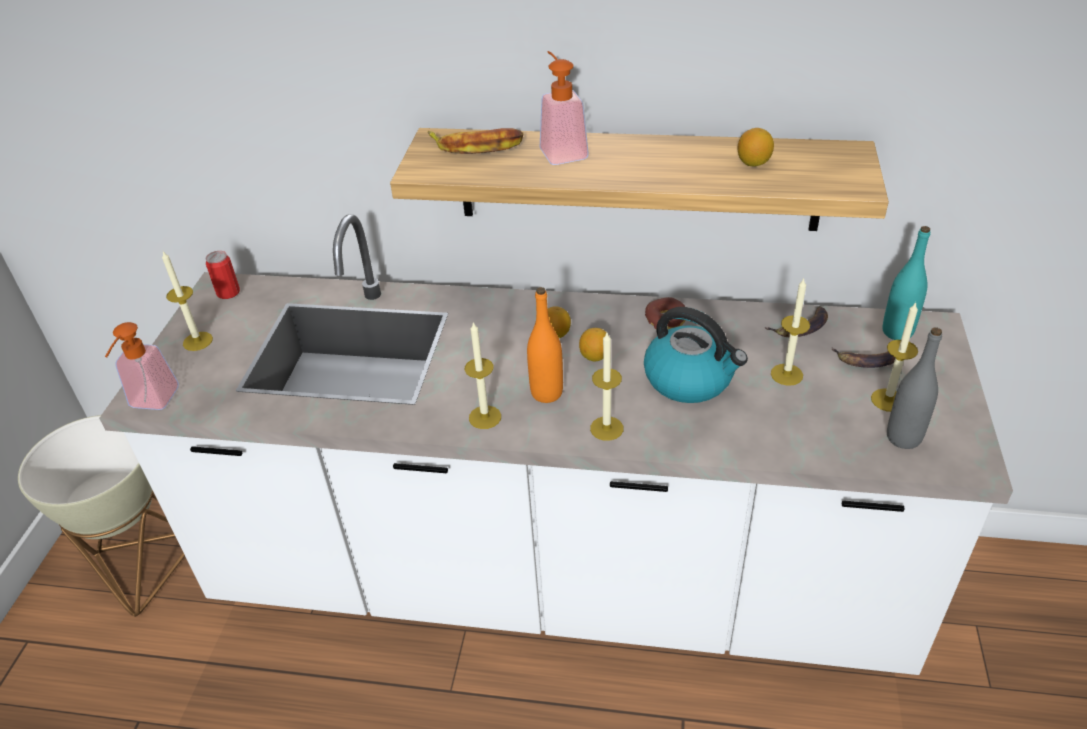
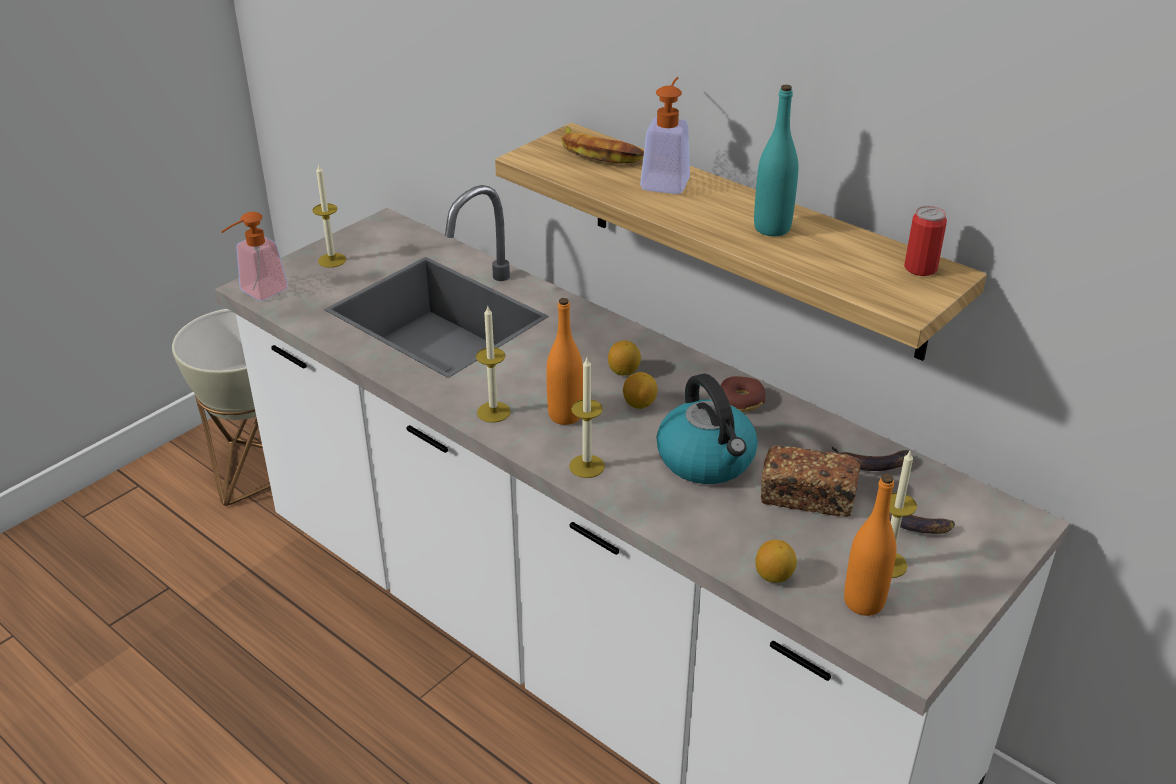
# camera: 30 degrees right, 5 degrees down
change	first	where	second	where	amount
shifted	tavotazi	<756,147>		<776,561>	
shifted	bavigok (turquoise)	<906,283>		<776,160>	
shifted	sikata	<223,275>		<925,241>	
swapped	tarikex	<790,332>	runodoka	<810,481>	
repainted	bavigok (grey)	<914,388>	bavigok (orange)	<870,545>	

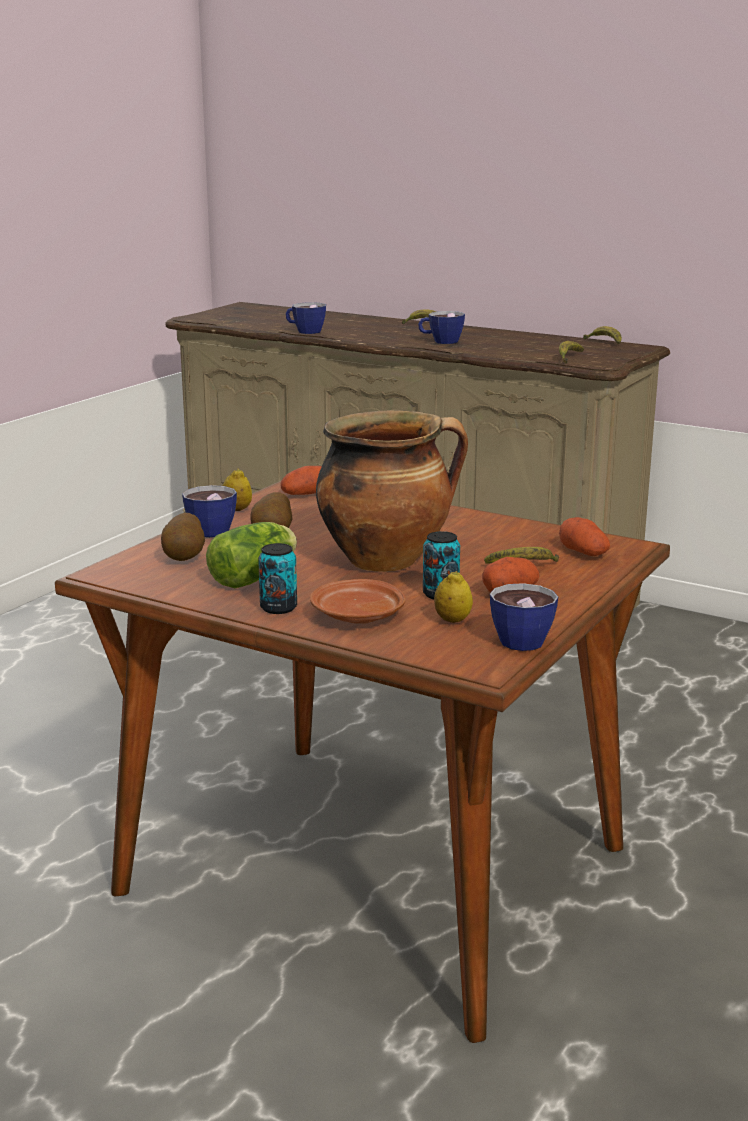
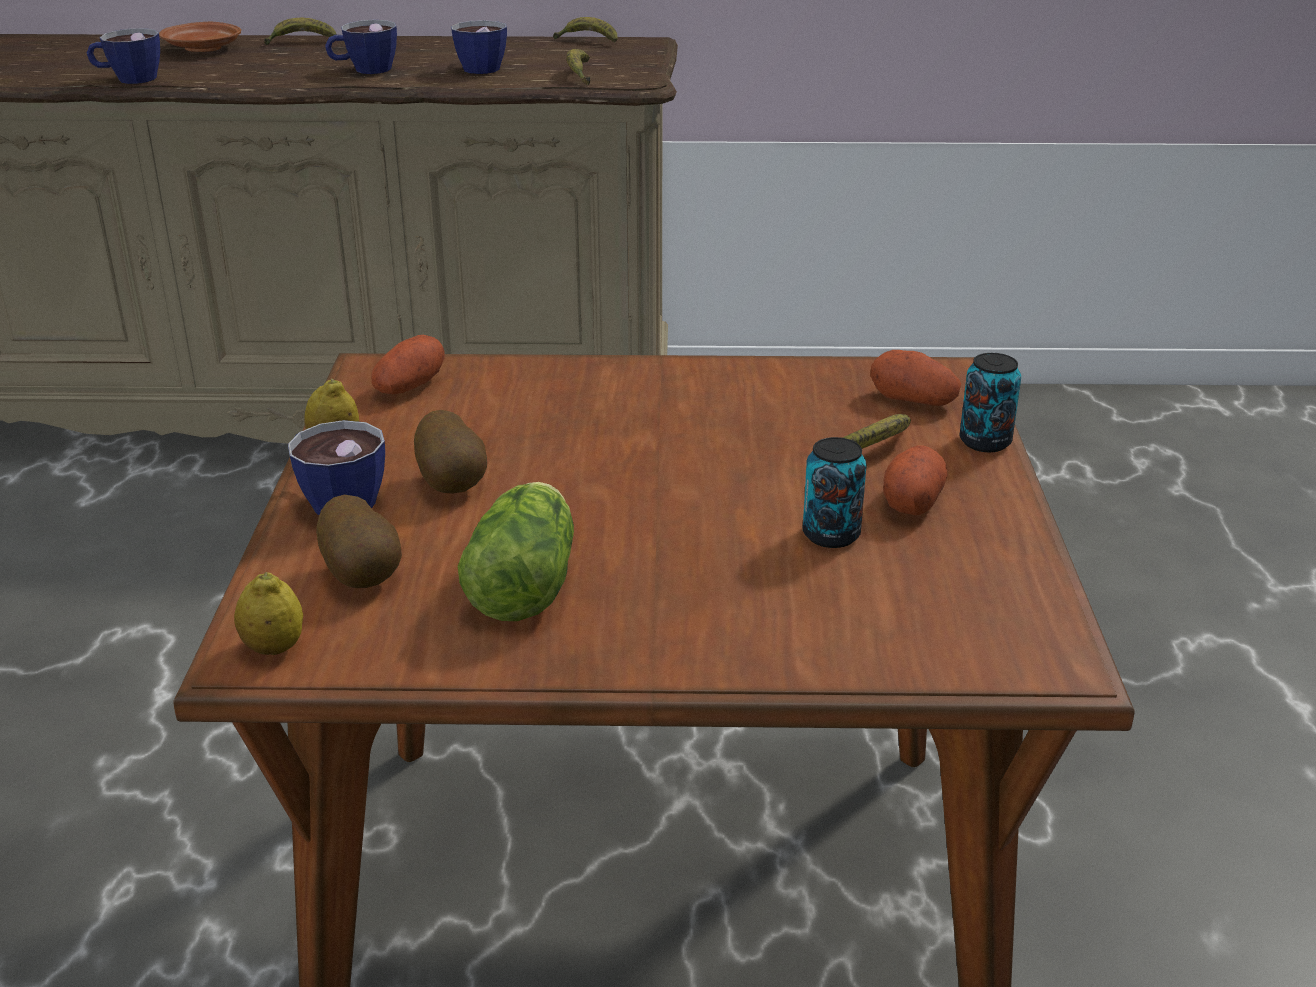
# camera: 30 degrees left, 10 degrees up
change	first	where	second	where	amount
gone	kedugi	<392,491>			
shifted	sikata	<277,578>		<990,402>	
shifted	tavotazi	<453,597>		<268,613>	
shifted	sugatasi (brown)	<358,601>		<200,37>	
shifted	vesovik	<524,617>		<479,47>	

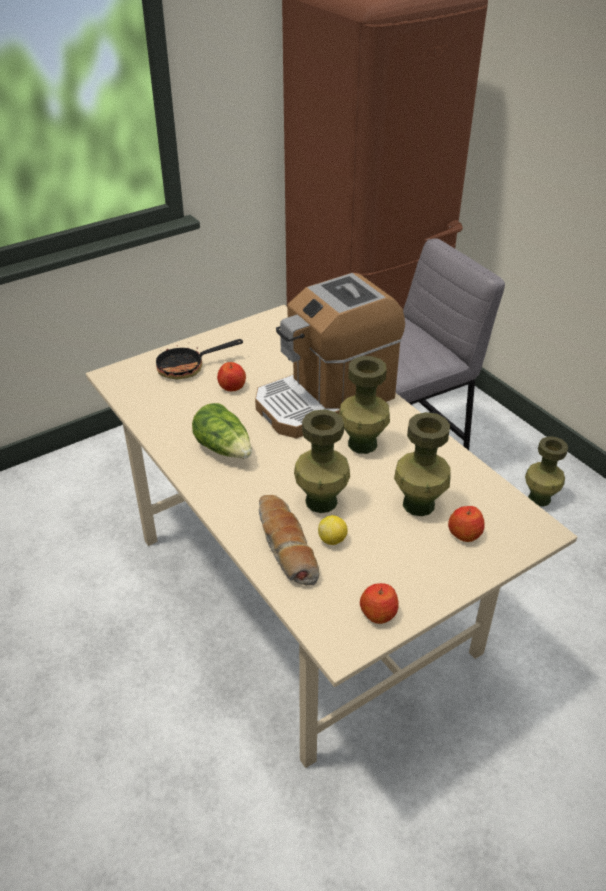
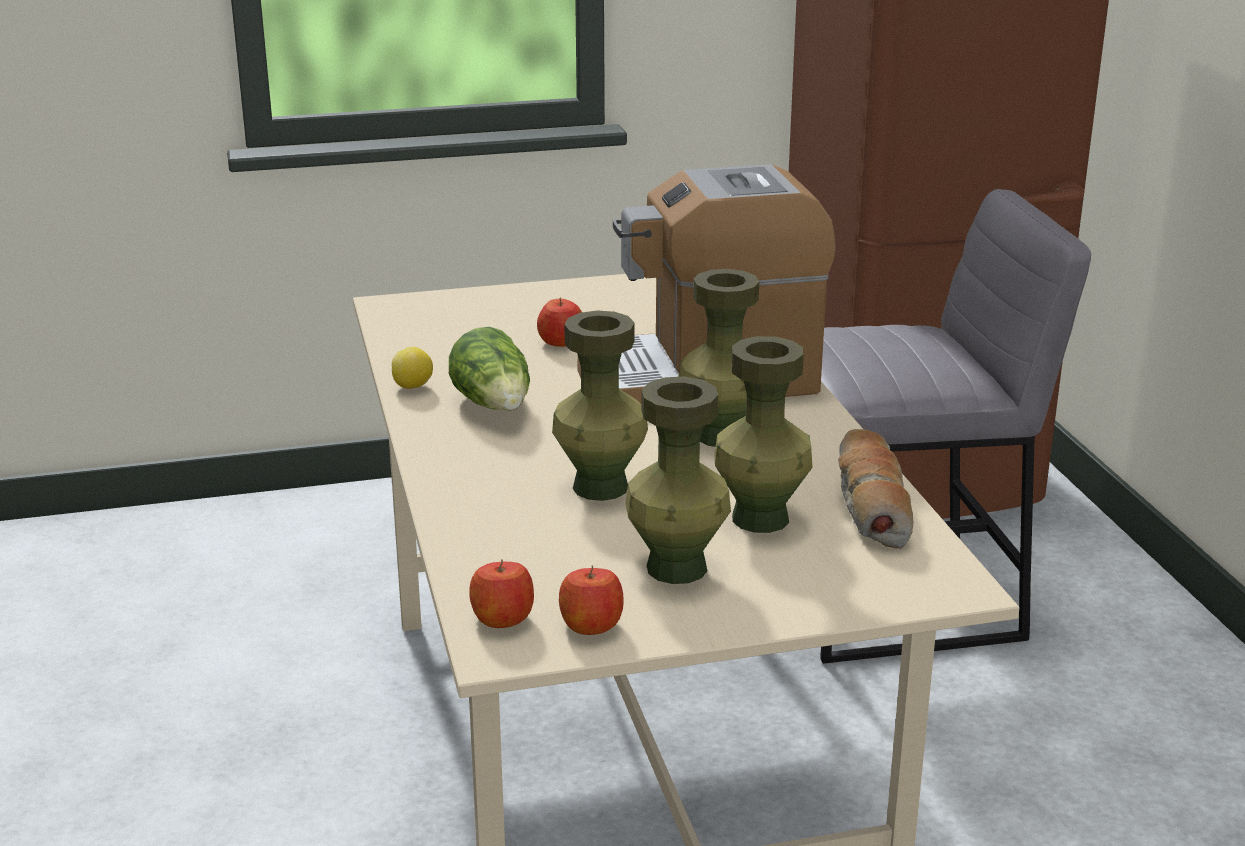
# camera: 20 degrees right, 15 degrees down
change	first	where	second	where	amount
gone	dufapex	<199,359>			
shifted	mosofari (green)	<546,471>		<678,480>	
shifted	runodoka	<289,540>		<876,489>	
shifted	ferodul	<466,524>		<501,593>	
shifted	tavotazi	<333,530>		<412,368>	

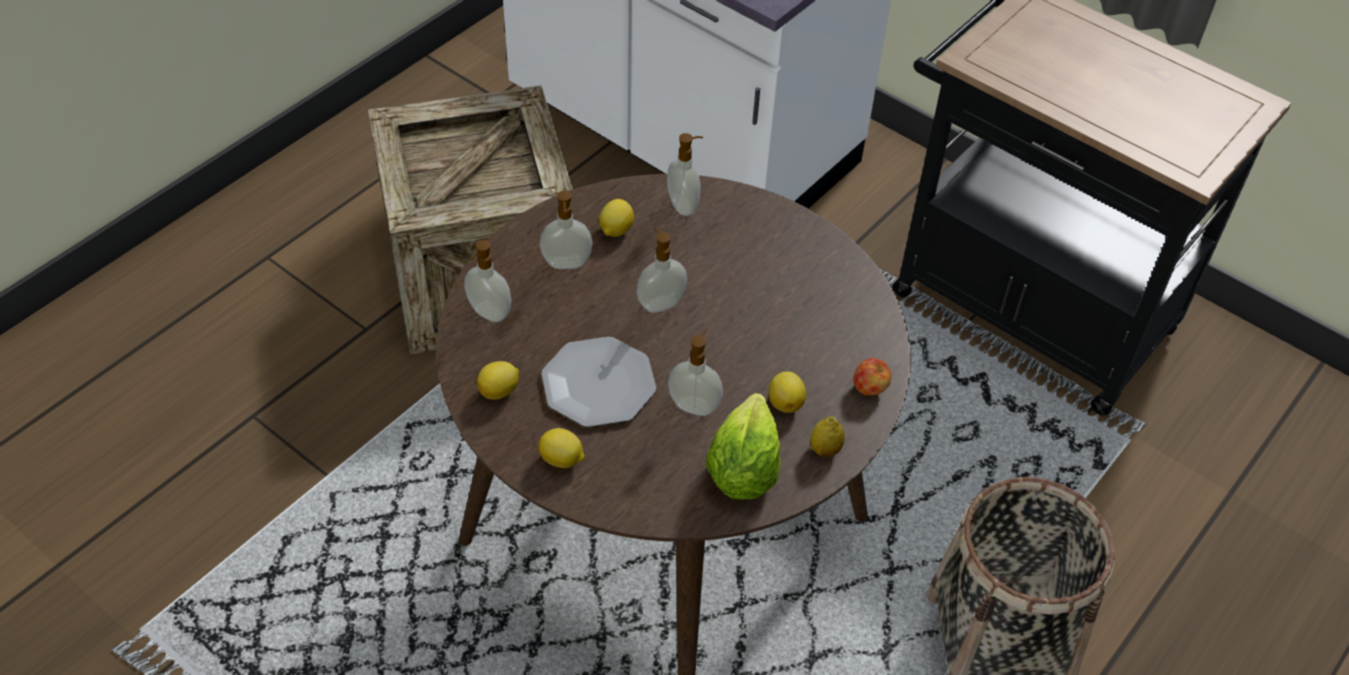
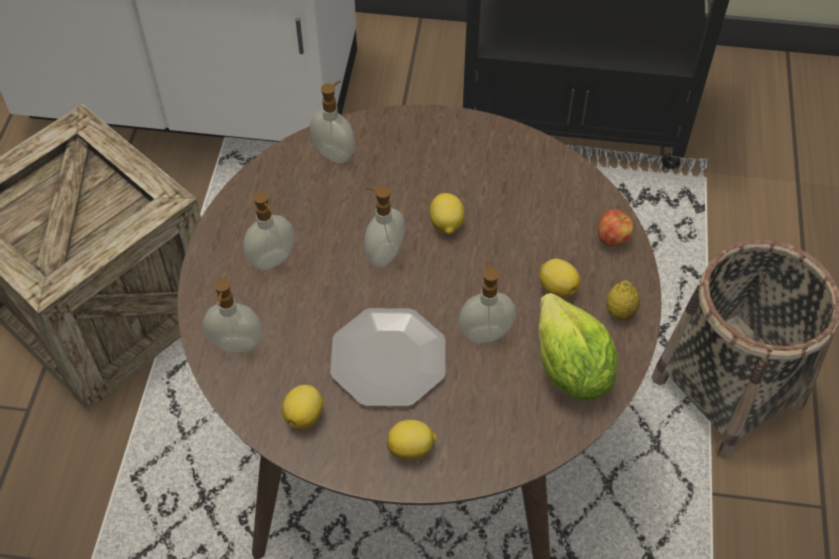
# camera: 30 degrees left, 5 degrees up
change	first	where	second	where	amount
shifted	tavotazi	<616,218>		<447,214>	

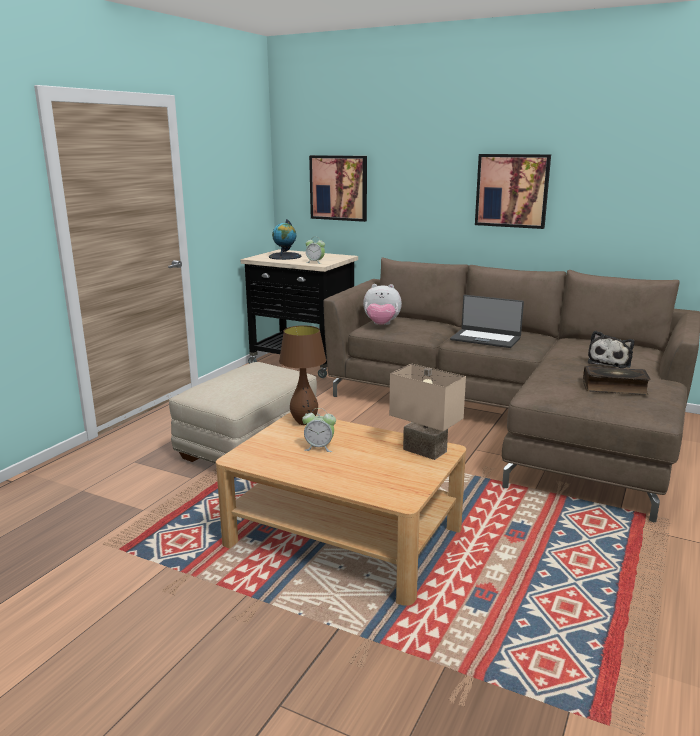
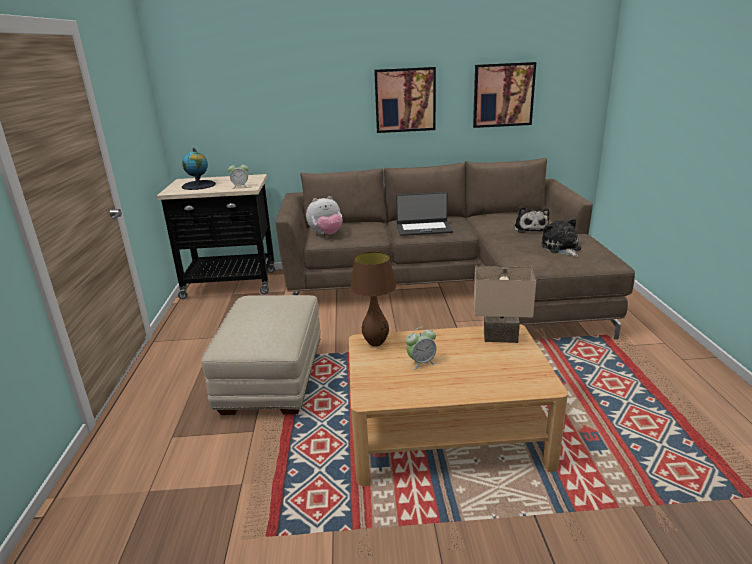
# camera: 30 degrees left, 5 degrees up
change	first	where	second	where	amount
shifted	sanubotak	<338,188>		<504,95>	
swapped	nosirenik	<617,380>	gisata	<561,237>	

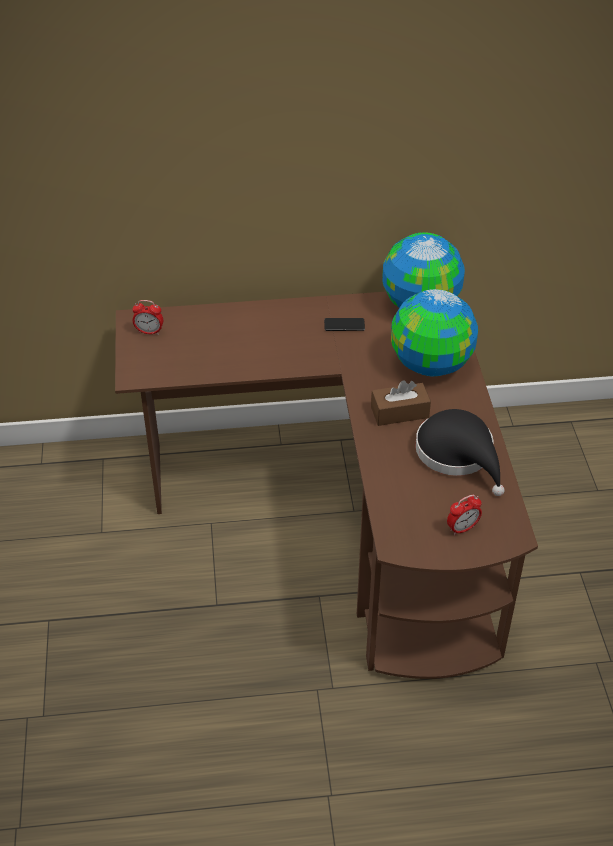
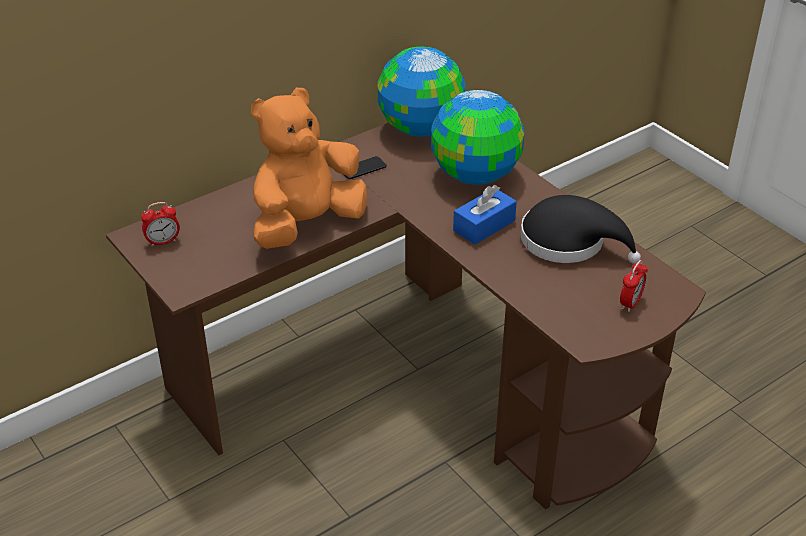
# camera: 30 degrees left, 5 degrees down
change	first	where	second	where	amount
repainted	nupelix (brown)	<401,403>	nupelix (blue)	<485,215>	
new			gisata (orange)	<309,168>	

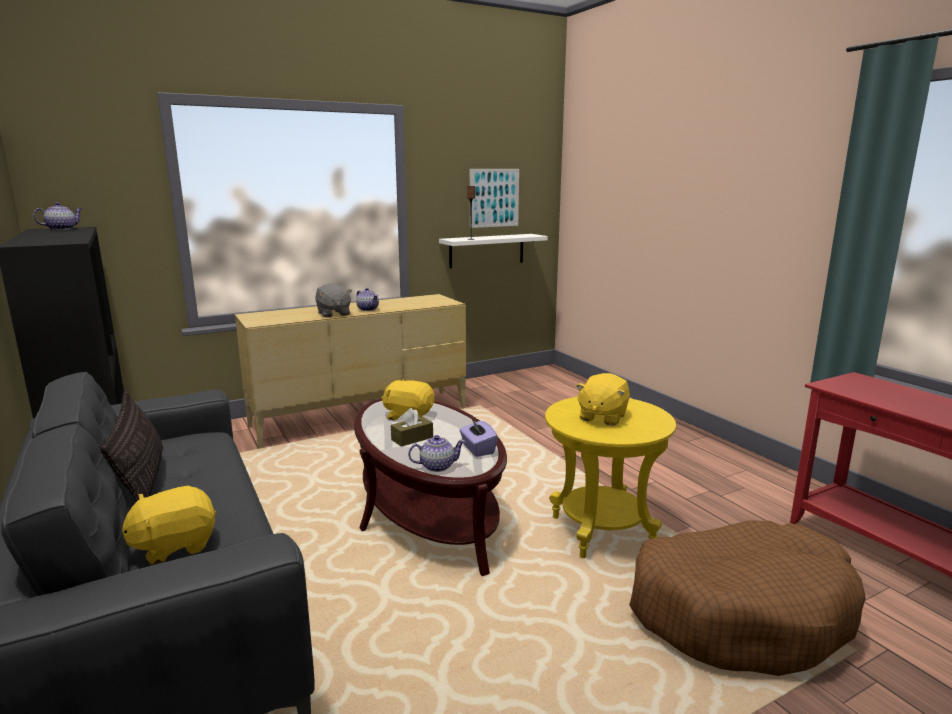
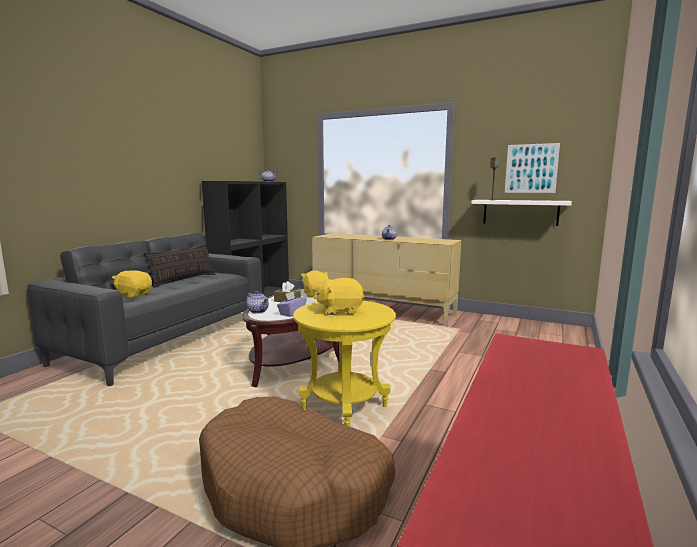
# camera: 55 degrees right, 5 degrees down
change	first	where	second	where	amount
gone	gisata (grey)	<333,300>			

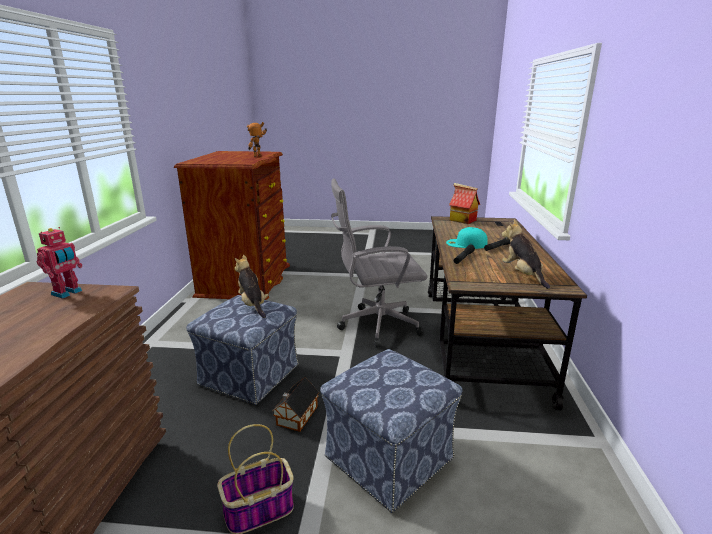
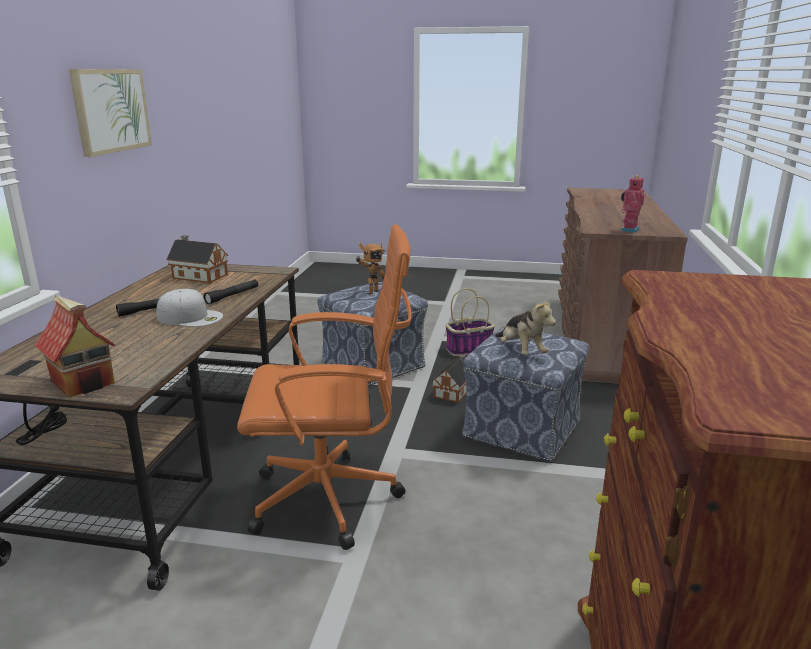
# camera: 175 degrees left, 0 degrees up
change	first	where	second	where	amount
shifted	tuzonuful	<257,139>		<370,268>	
repainted	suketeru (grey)	<379,263>	suketeru (orange)	<324,387>	
swapped	gisata	<526,254>	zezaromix	<197,259>	
repainted	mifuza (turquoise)	<467,238>	mifuza (white)	<190,308>	
new			sanubotak	<110,113>	

